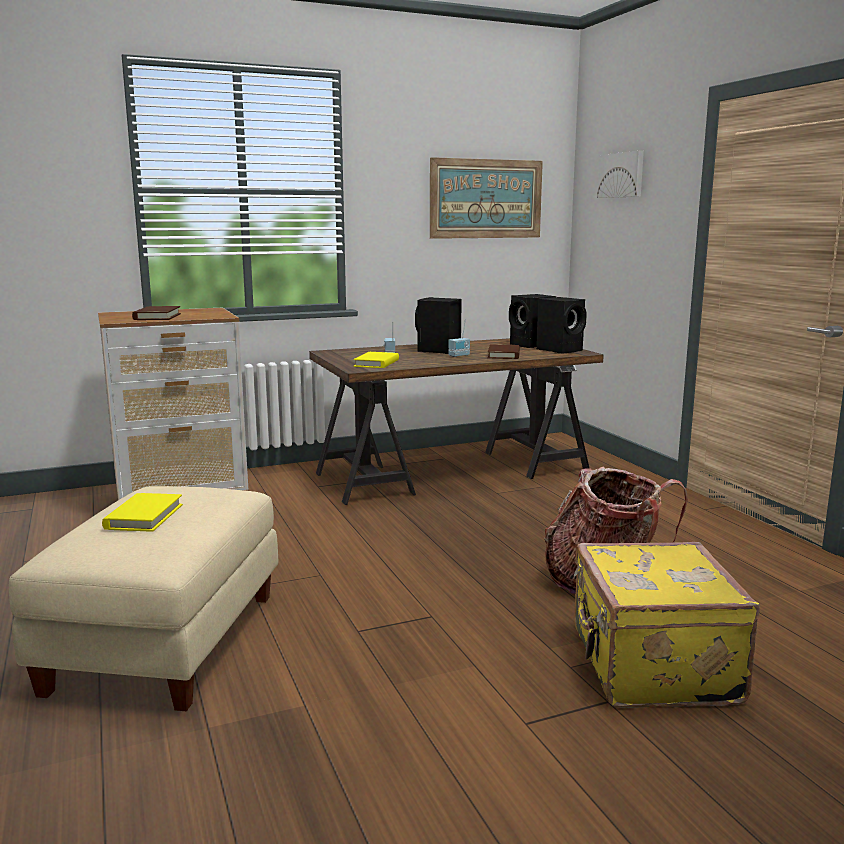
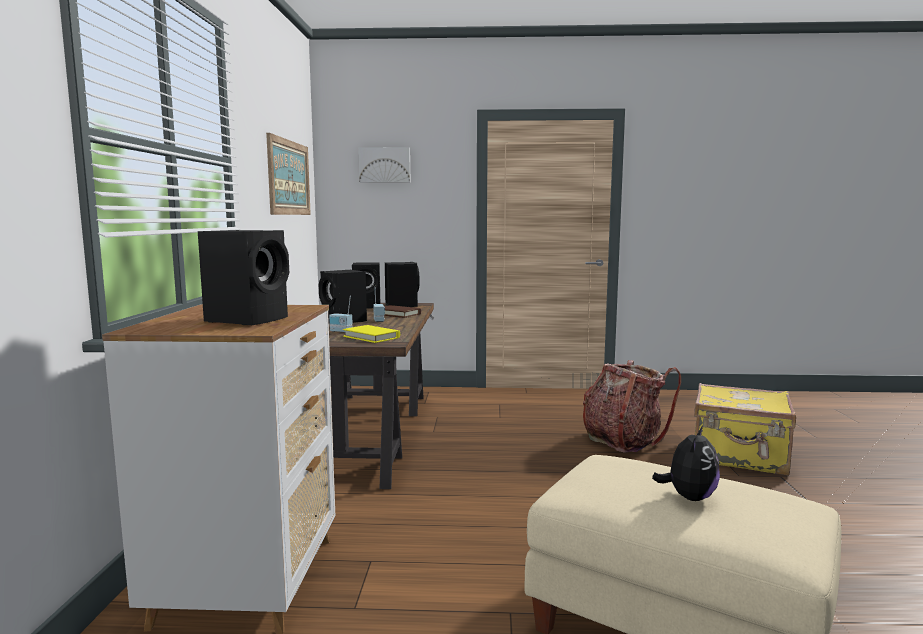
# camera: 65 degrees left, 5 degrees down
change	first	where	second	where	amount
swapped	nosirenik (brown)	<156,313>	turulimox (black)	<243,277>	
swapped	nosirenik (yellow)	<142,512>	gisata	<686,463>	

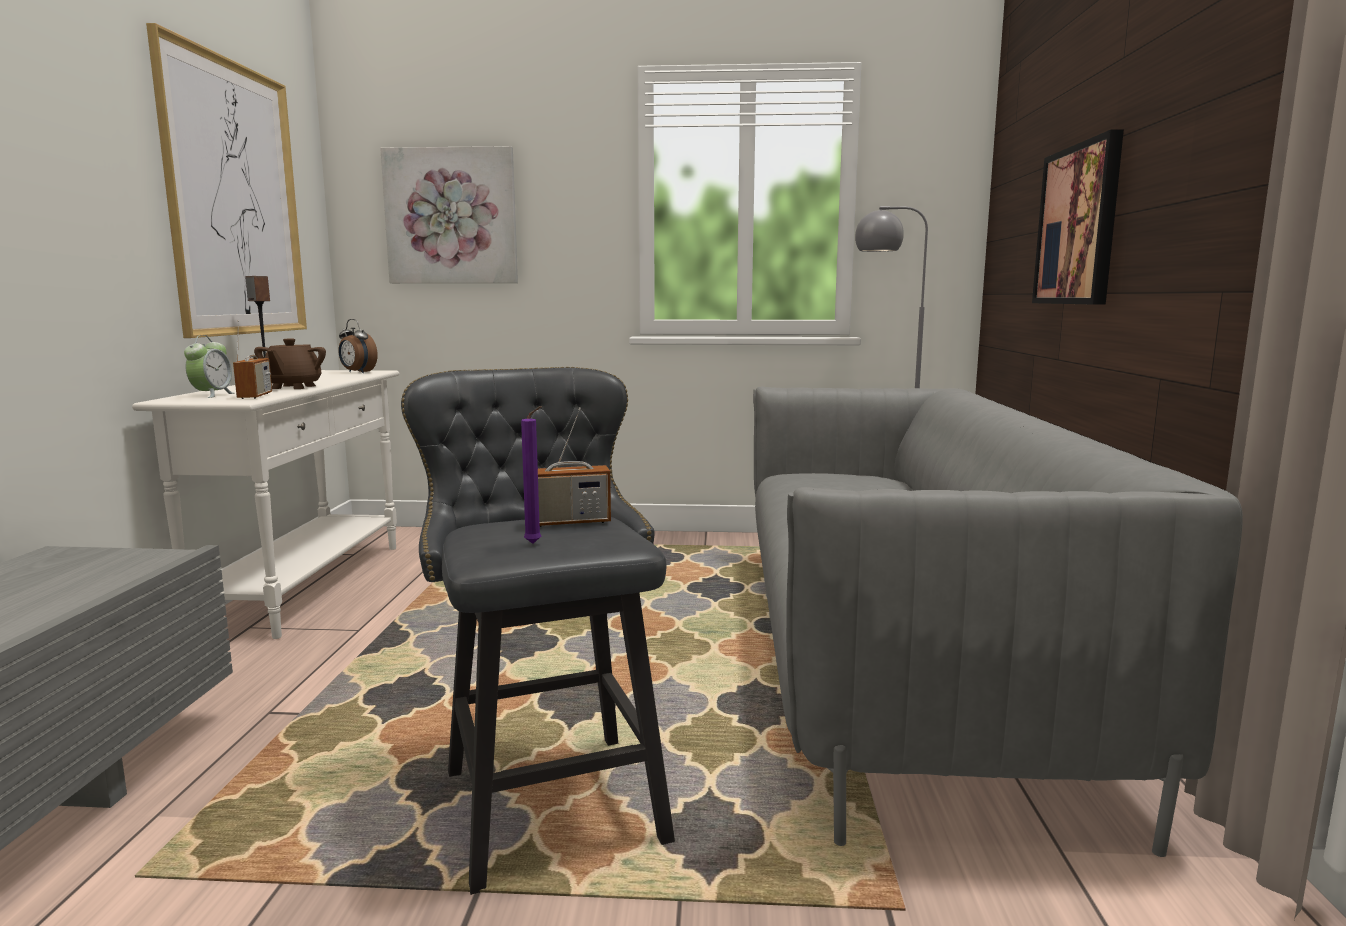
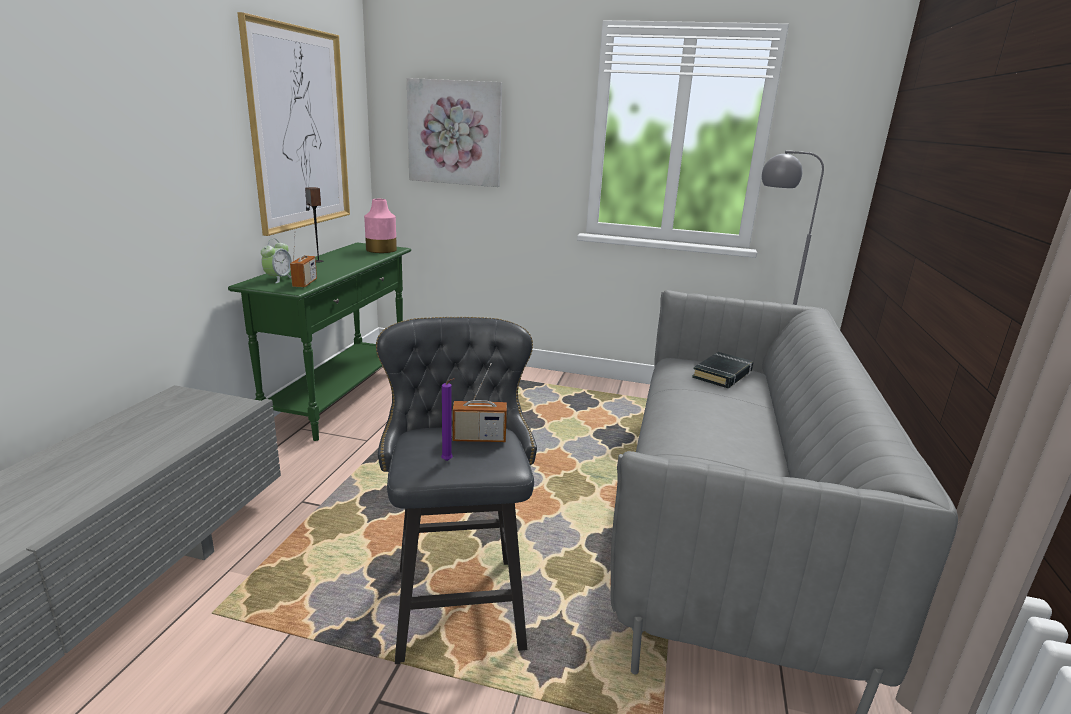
# camera: 10 degrees right, 10 degrees up
change	first	where	second	where	amount
gone	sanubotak	<1078,217>			
swapped	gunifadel	<358,346>	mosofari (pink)	<380,226>	
gone	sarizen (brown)	<290,363>			
repainted	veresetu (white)	<266,504>	veresetu (green)	<319,342>	
new			nosirenik (black)	<722,370>	

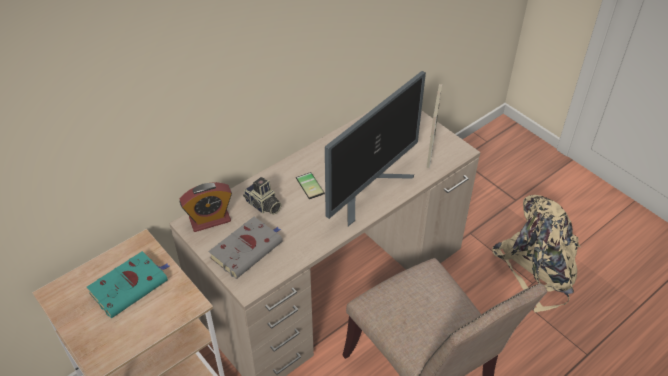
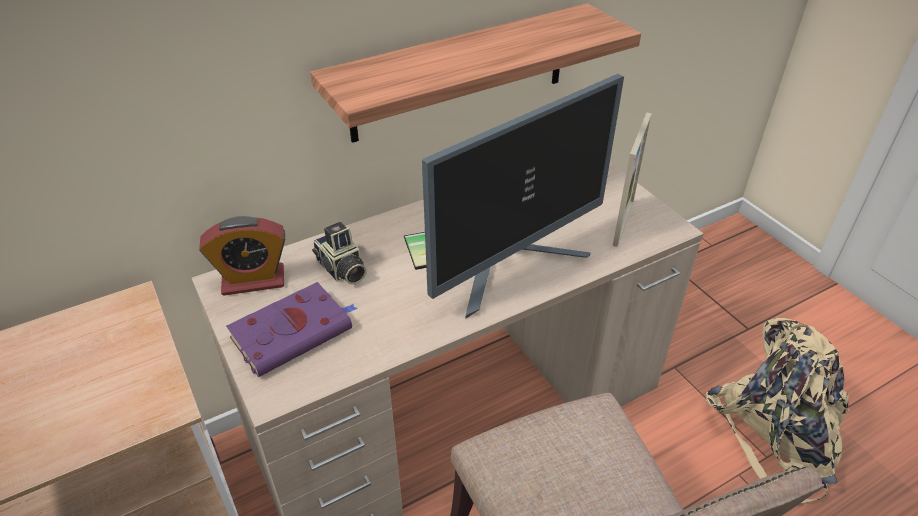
# camera: 10 degrees right, 5 degrees down
change	first	where	second	where	amount
repainted	nosirenik (grey)	<245,248>	nosirenik (purple)	<292,329>	
gone	nosirenik (turquoise)	<128,284>			
new			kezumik	<475,73>	

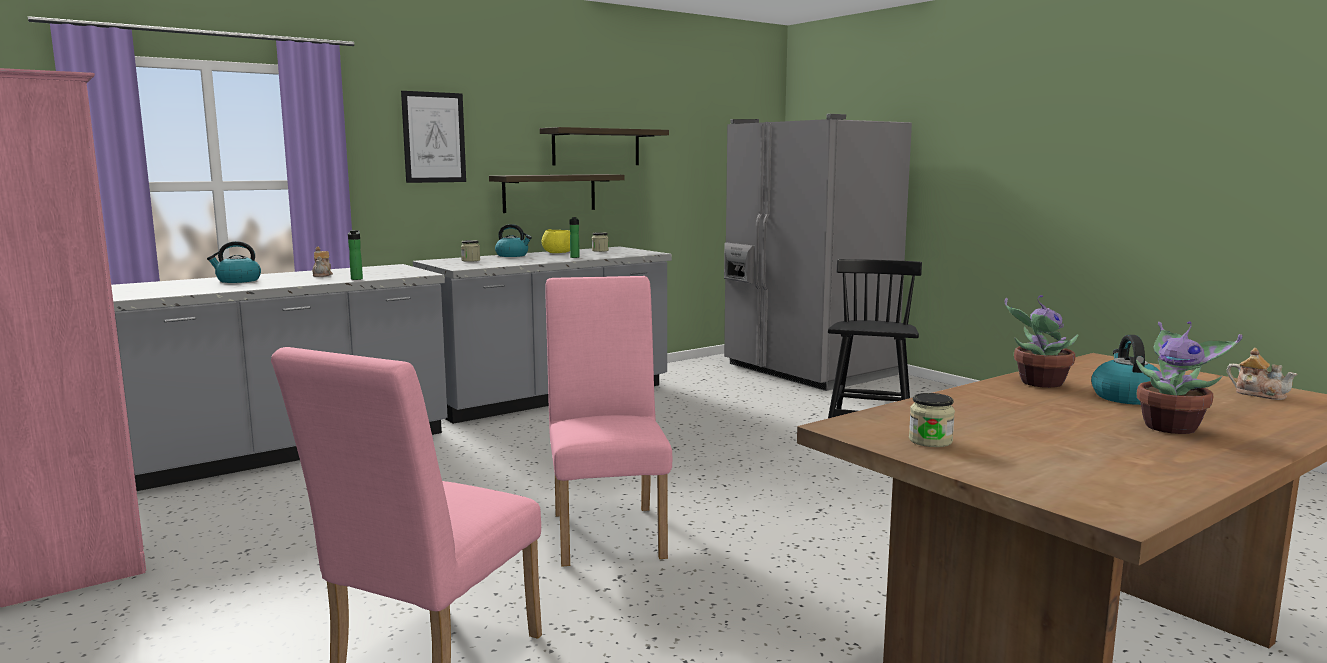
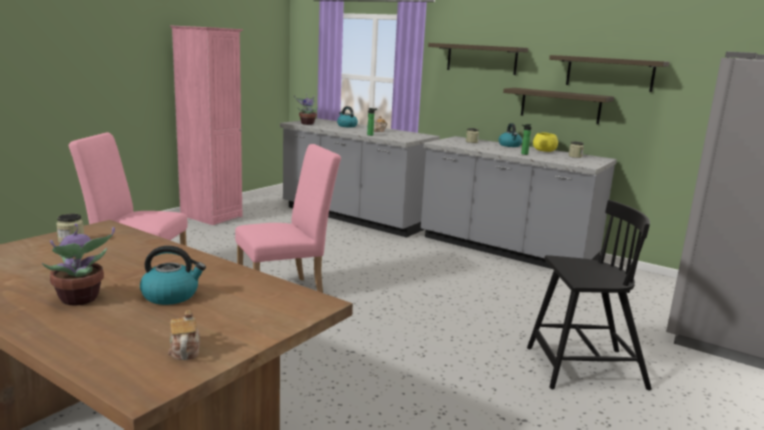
# camera: 70 degrees right, 5 degrees up
change	first	where	second	where	amount
swapped	sanubotak	<433,137>	kezumik	<478,59>	
shifted	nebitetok	<1041,341>		<306,109>	
rotated	sarizen	<1262,374>		<184,335>	135 degrees clockwise

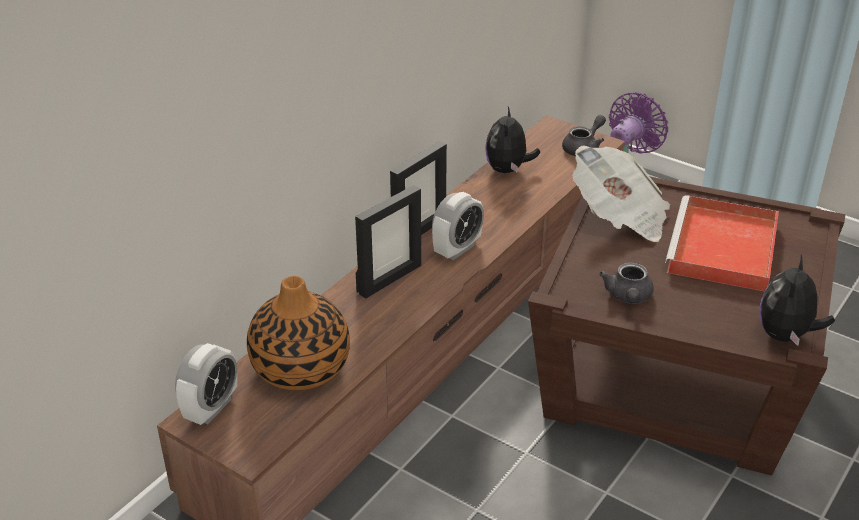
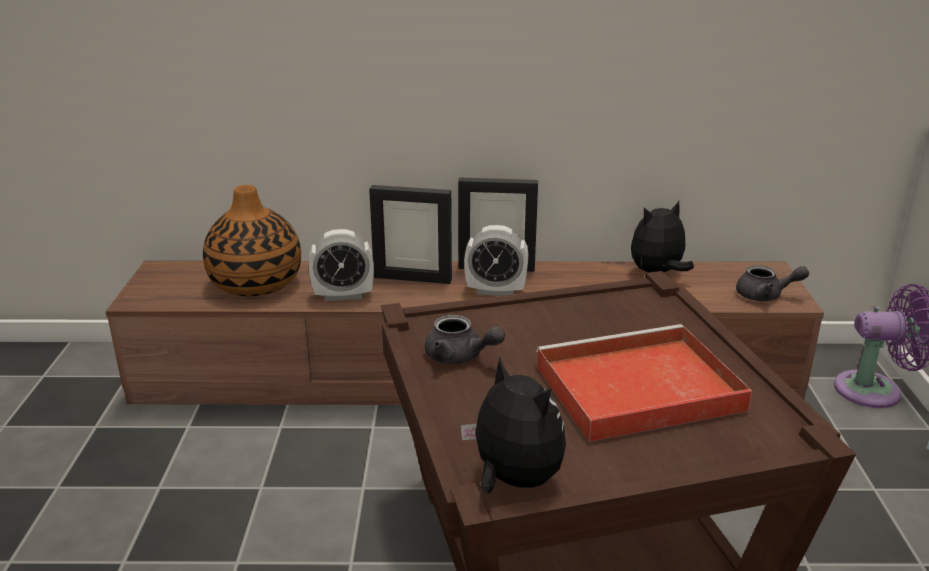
# camera: 55 degrees right, 10 degrees down
change	first	where	second	where	amount
gone	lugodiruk	<621,193>			
rotated	gisata	<797,300>		<513,425>	60 degrees clockwise
rotated	sarizen (grey)	<626,283>		<465,339>	120 degrees counterclockwise
shifted	gunifadel	<206,384>		<341,265>	

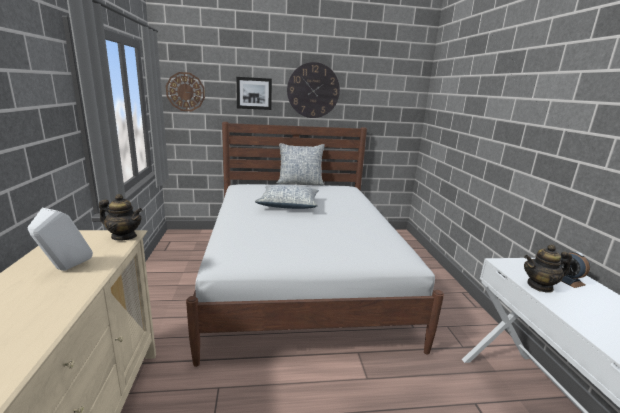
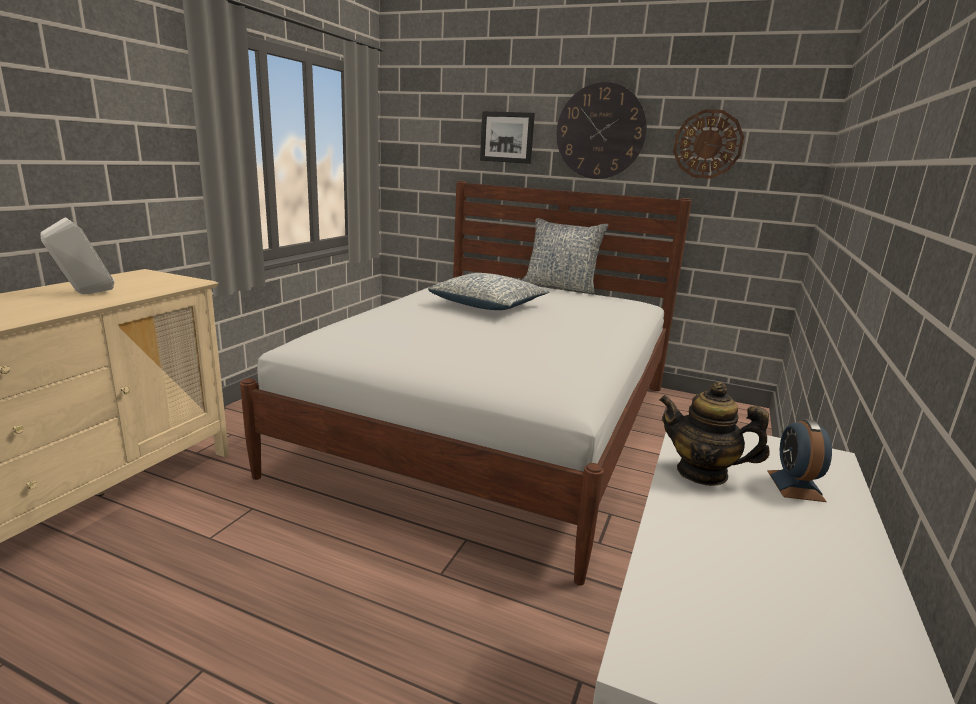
# camera: 30 degrees right, 0 degrees up
change	first	where	second	where	amount
shifted	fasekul	<185,91>		<708,144>	
gone	sarizen	<121,217>			

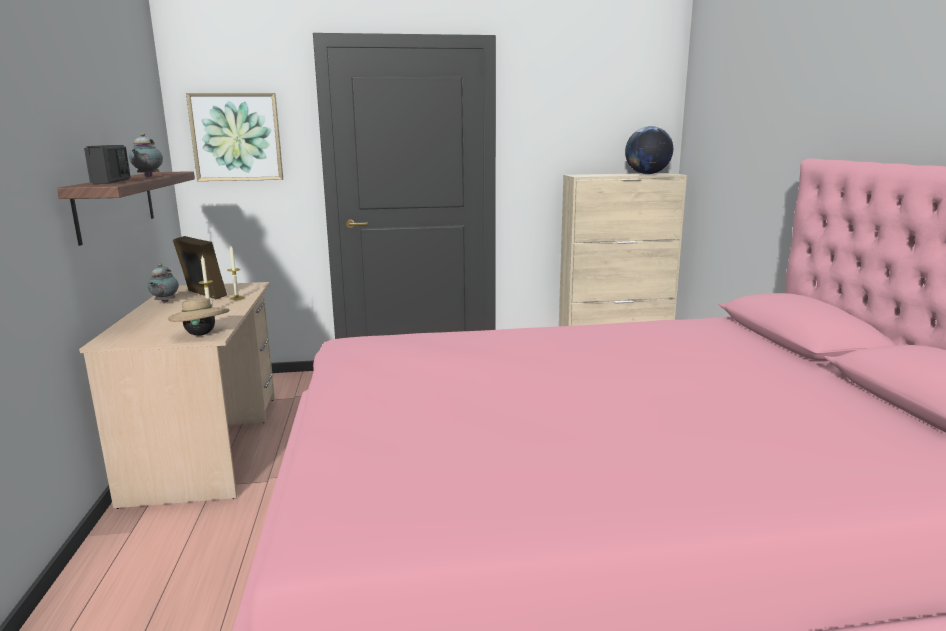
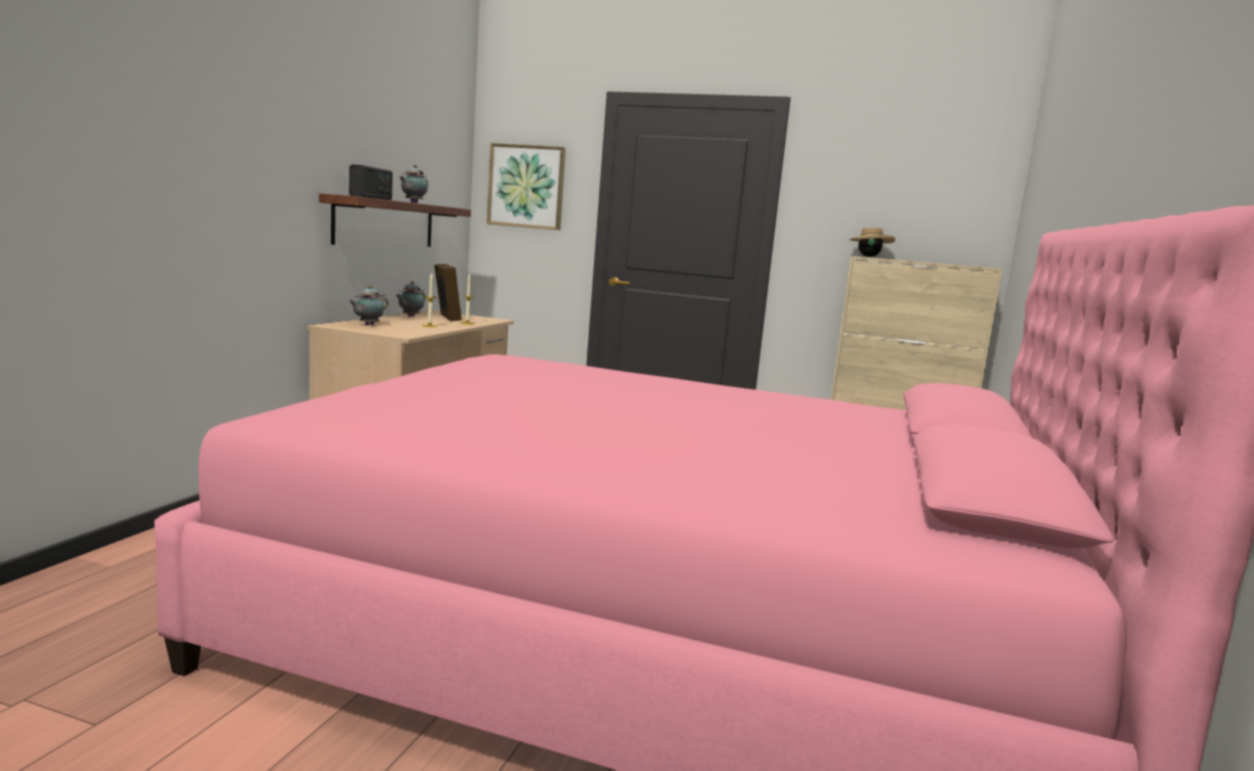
# camera: 25 degrees right, 5 degrees down
change	first	where	second	where	amount
gone	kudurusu	<649,150>			
shifted	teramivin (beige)	<198,315>		<872,242>	
new			sarizen	<369,305>	

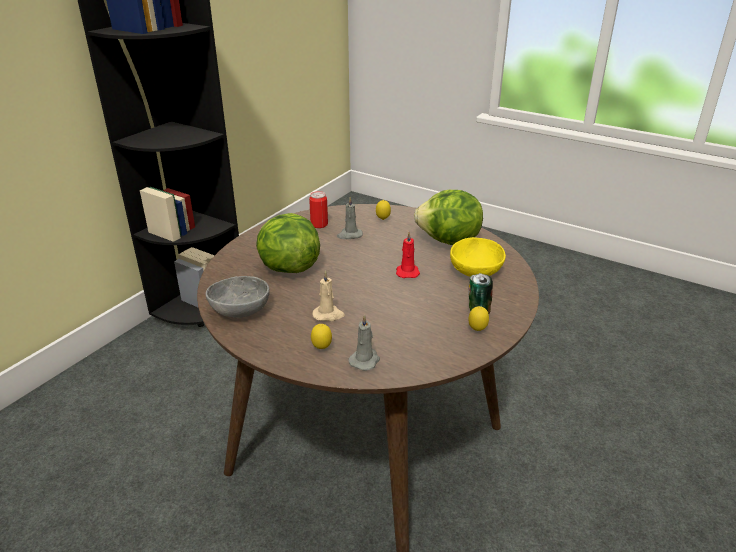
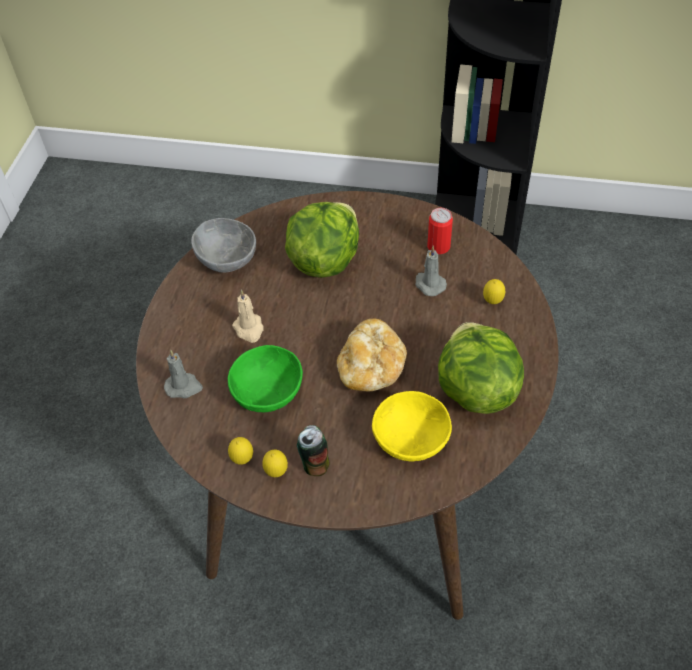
# camera: 70 degrees right, 20 degrees up
change	first	where	second	where	amount
swapped	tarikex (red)	<408,255>	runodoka	<372,354>	
shifted	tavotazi	<321,336>		<240,451>	
new			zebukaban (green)	<265,378>	

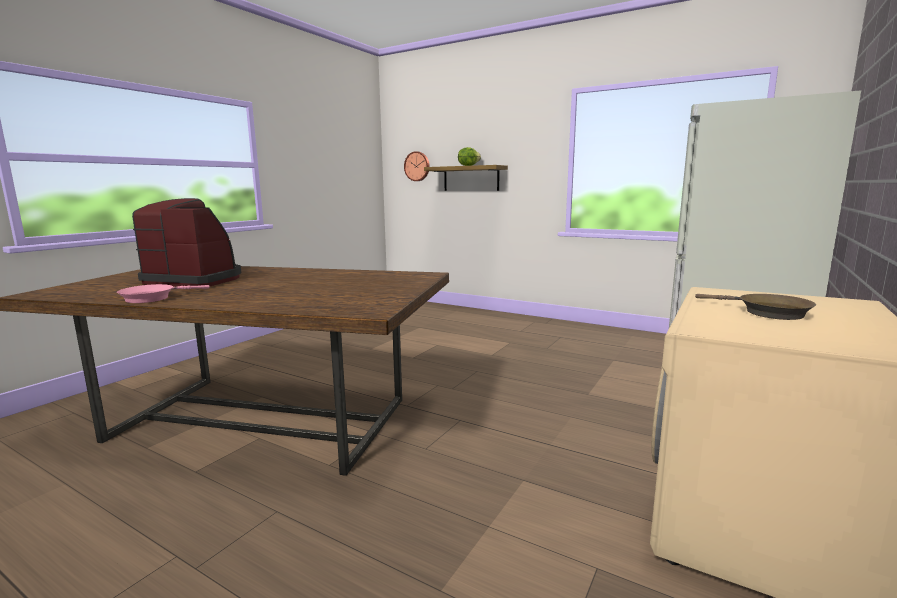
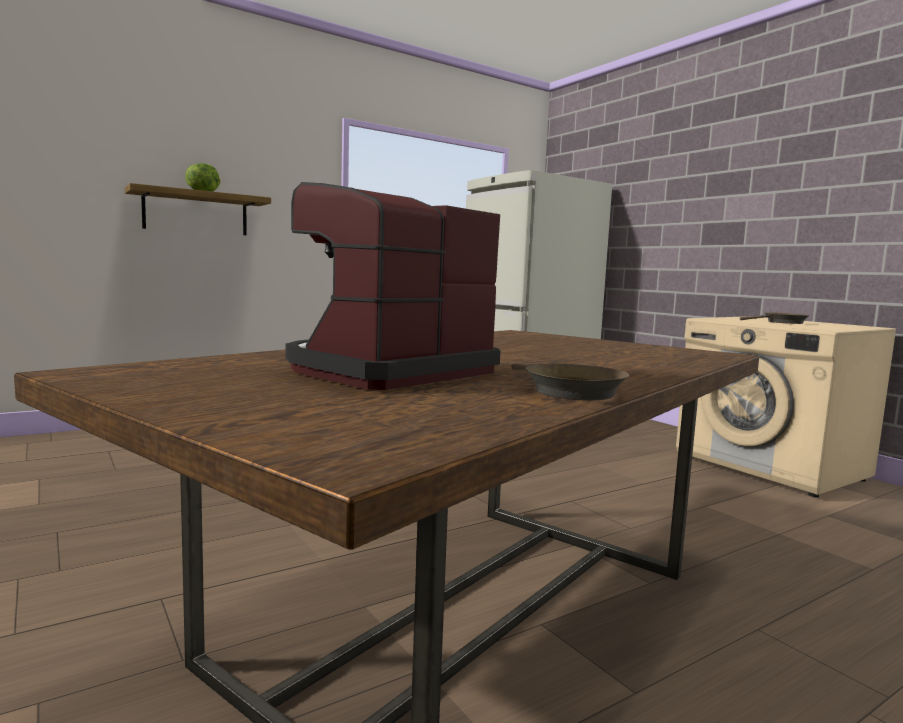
# camera: 65 degrees left, 5 degrees down
change	first	where	second	where	amount
gone	fasekul	<417,166>			
repainted	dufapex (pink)	<163,293>	dufapex (brown)	<570,381>	

